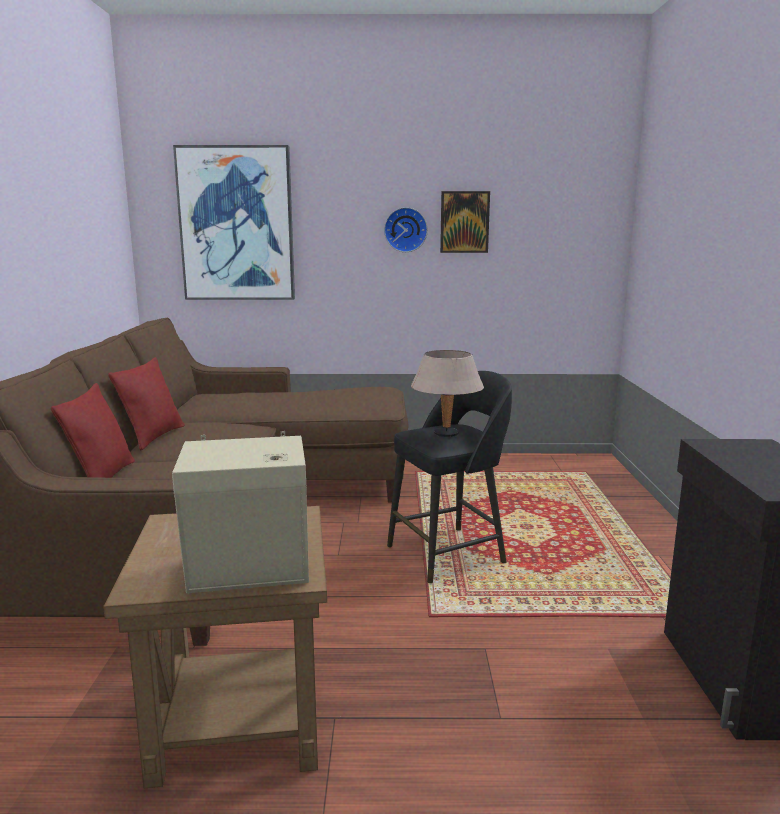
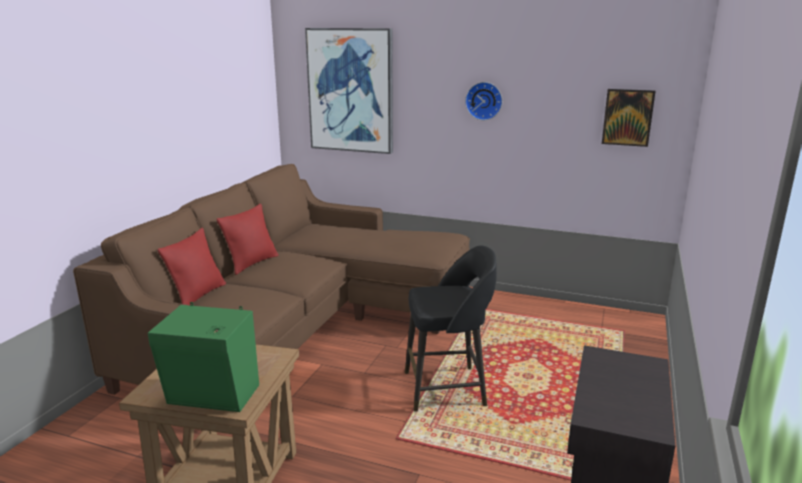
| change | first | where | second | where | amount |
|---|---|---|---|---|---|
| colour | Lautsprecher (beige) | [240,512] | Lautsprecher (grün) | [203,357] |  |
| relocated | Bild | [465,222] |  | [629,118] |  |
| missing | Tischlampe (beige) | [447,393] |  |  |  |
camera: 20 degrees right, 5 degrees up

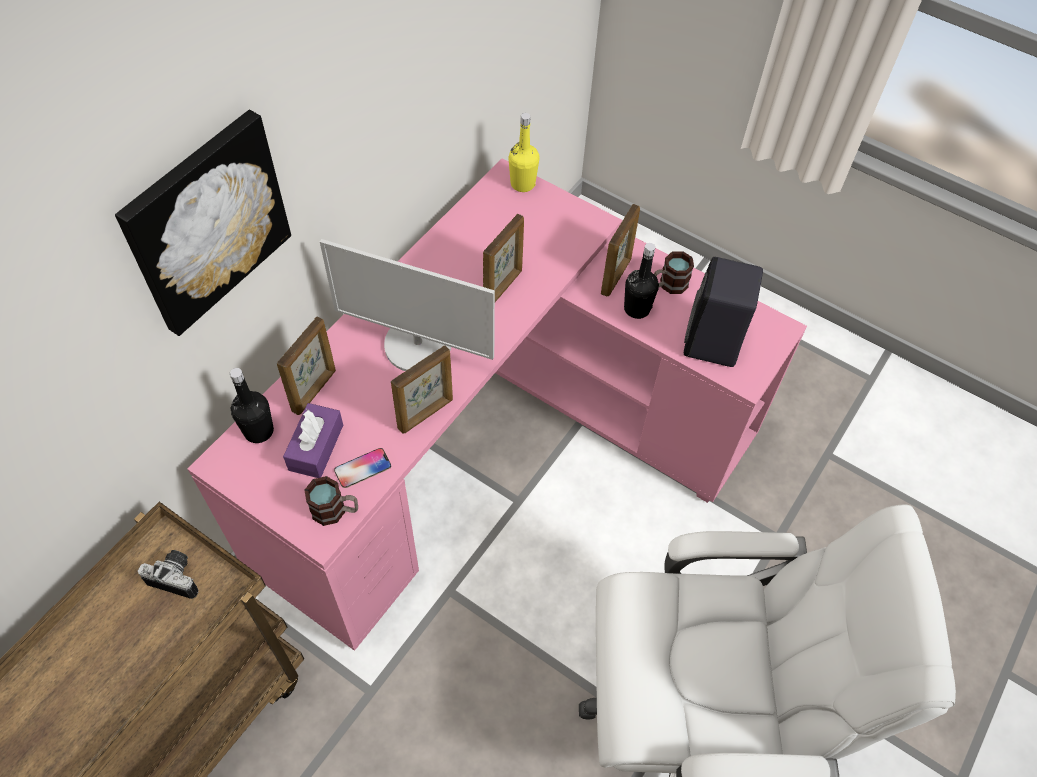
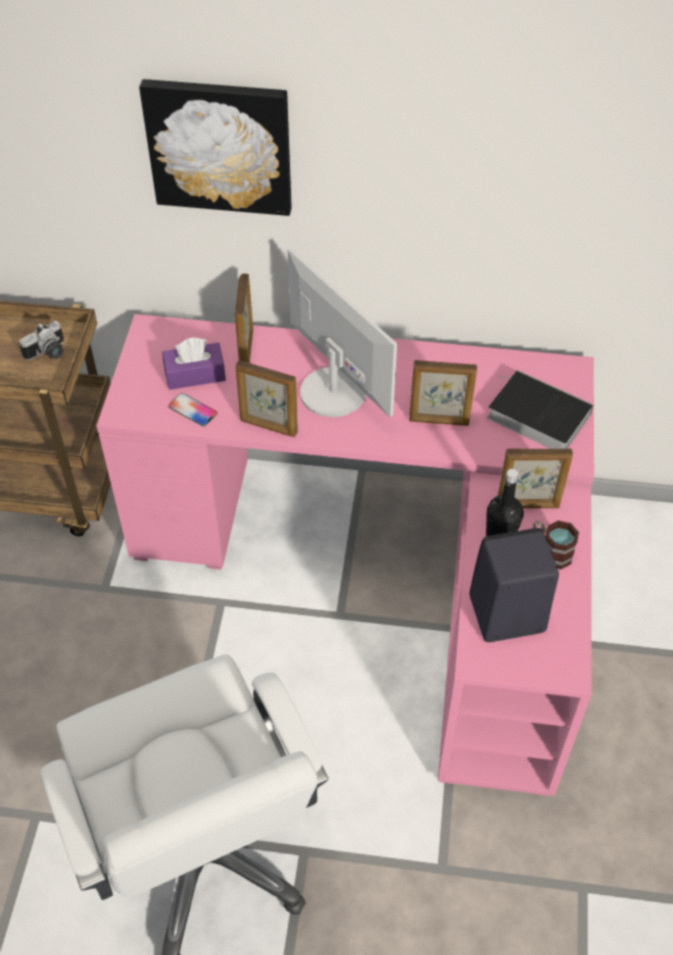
| change | first | where | second | where | amount |
|---|---|---|---|---|---|
| spun | Kamera | [168,574] |  | [41,340] | 60 degrees clockwise |
| spun | Bilderrahmen | [306,366] |  | [244,318] | 90 degrees clockwise |
| spun | Monitor | [407,305] |  | [342,332] | 150 degrees clockwise |
| appeared |  |  | Buch | [540,409] |  |
| missing | Flasche (schwarz) | [252,405] |  |  |  |
| missing | Henkelbecher | [331,501] |  |  |  |
| missing | Flasche (gelb) | [523,152] |  |  |  |
camera: 65 degrees right, 5 degrees down

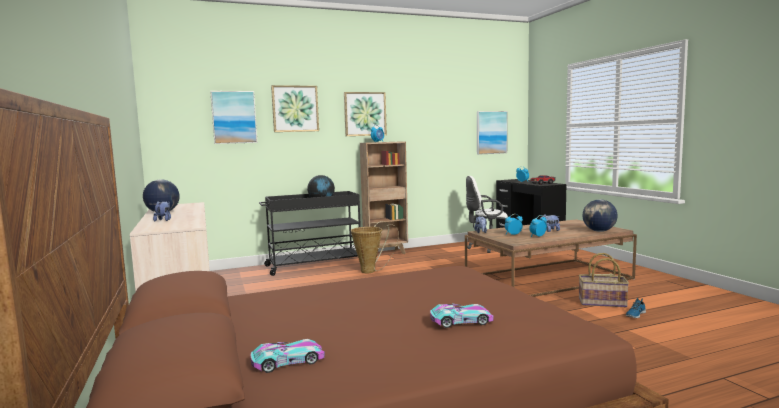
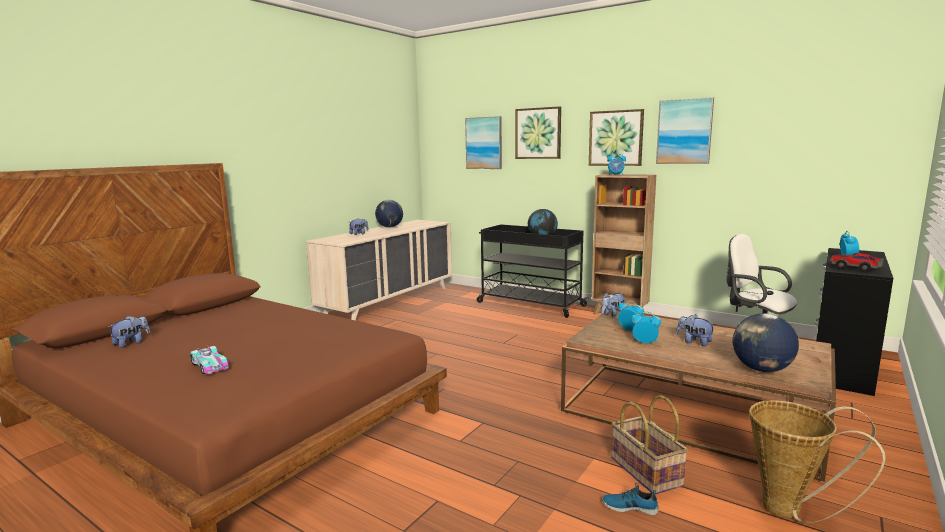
| change | first | where | second | where | amount |
|---|---|---|---|---|---|
| exchanged | Spielzeugauto | [288,356] | Plüschtier | [129,332] |  |
| relocated | Bild | [492,133] |  | [685,130] |  |
| relocated | Korb | [375,247] |  | [818,461] |  |
camera: 55 degrees right, 5 degrees up

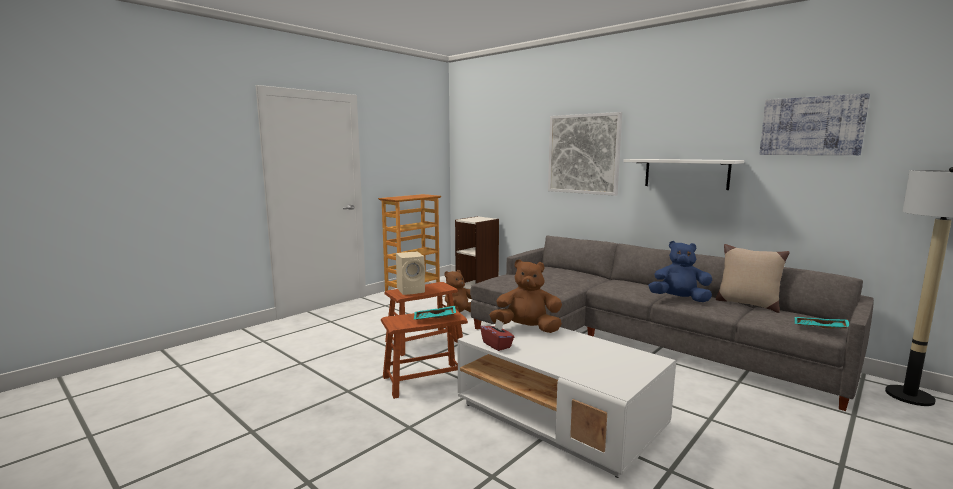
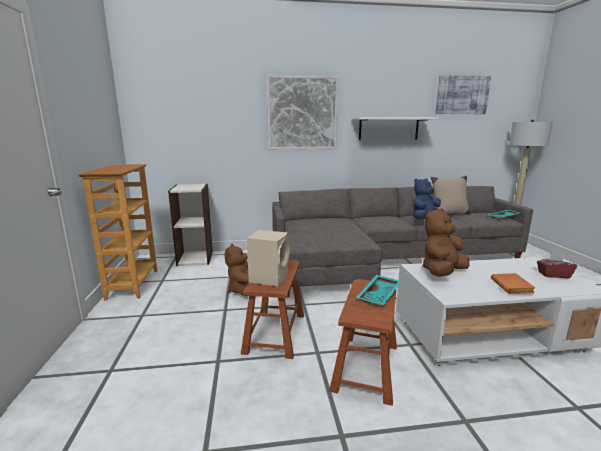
| change | first | where | second | where | amount |
|---|---|---|---|---|---|
| appeared |  |  | Buch (orange) | [513,283] |  |
| relocated | Taschentuchbox (rot) | [497,335] |  | [557,265] |  |
camera: 50 degrees left, 5 degrees up

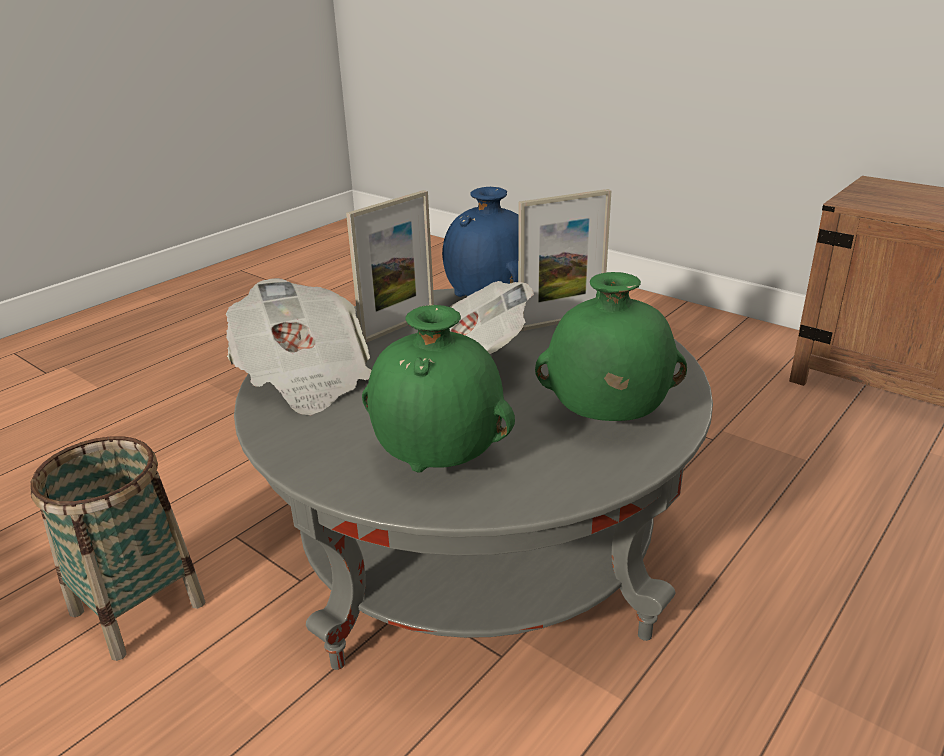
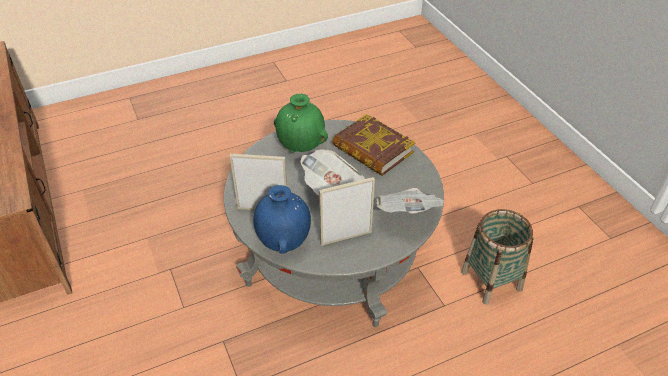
| change | first | where | second | where | amount |
|---|---|---|---|---|---|
| exchanged | Vase (grün) | [438,389] | Buch | [373,145] |  |
camera: 155 degrees left, 15 degrees up

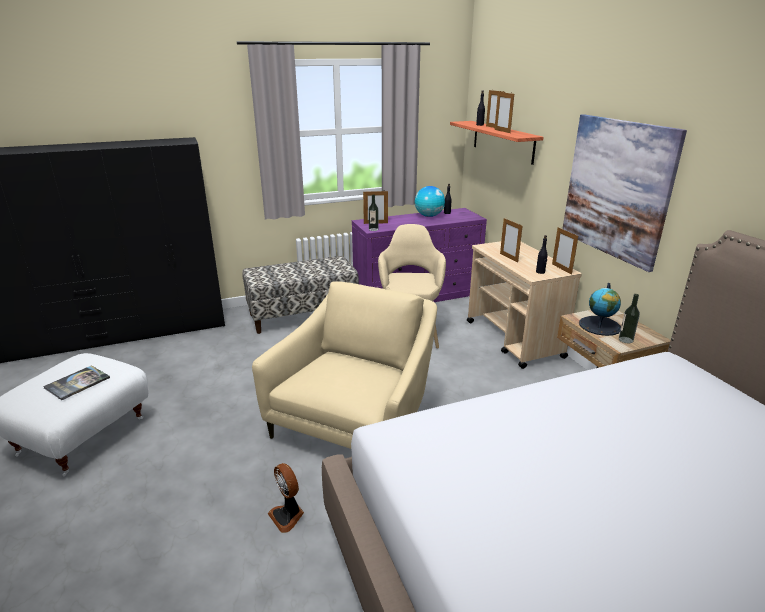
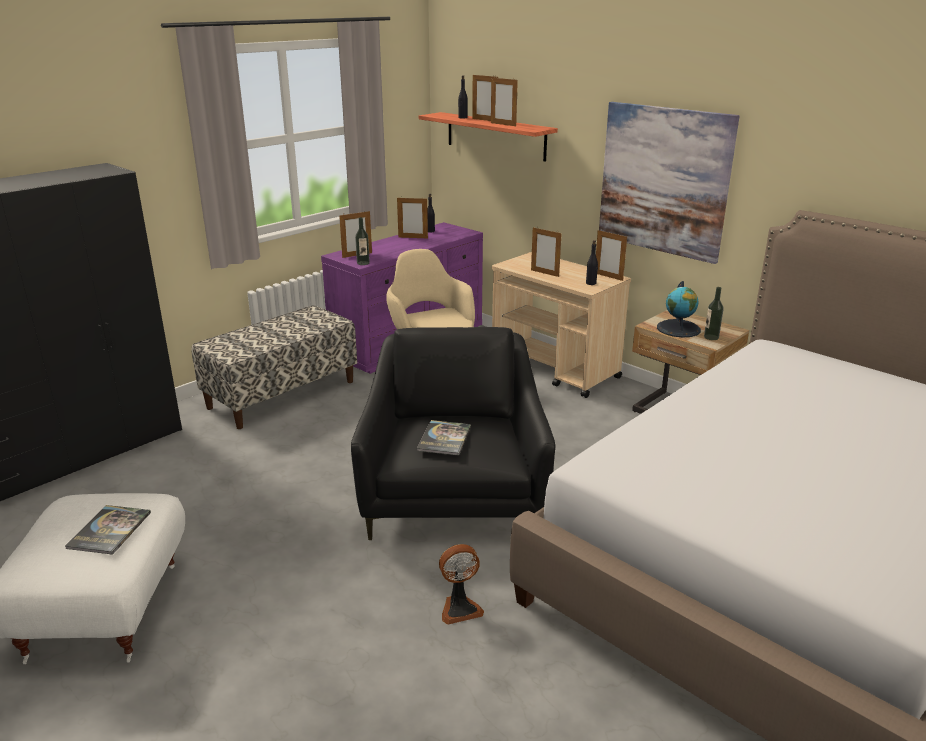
| change | first | where | second | where | amount |
|---|---|---|---|---|---|
| colour | Sessel (beige) | [344,365] | Sessel (schwarz) | [453,433] |  |
| exchanged | Globus | [430,201] | Bilderrahmen | [412,217] |  |
| appeared |  |  | Buch | [444,438] |  |
| spun | Ventilator | [286,498] |  | [461,584] | 45 degrees counterclockwise |
camera: 25 degrees left, 0 degrees up

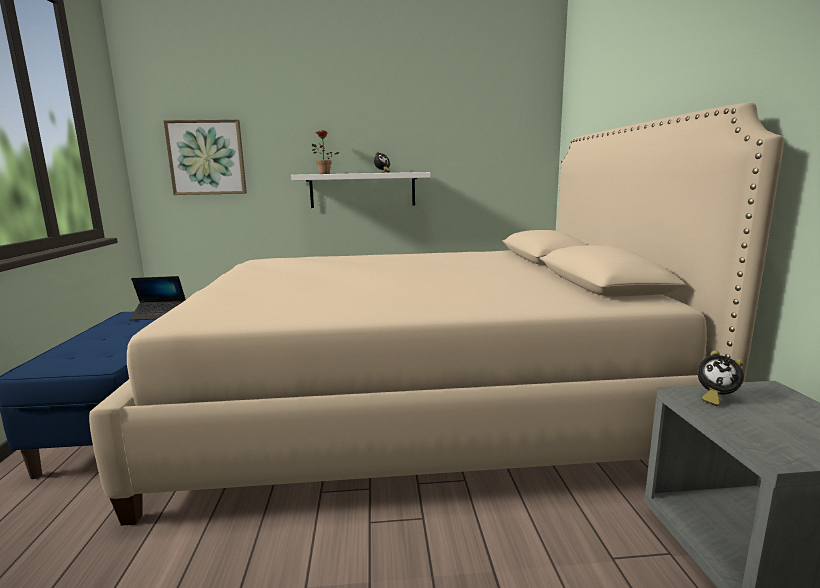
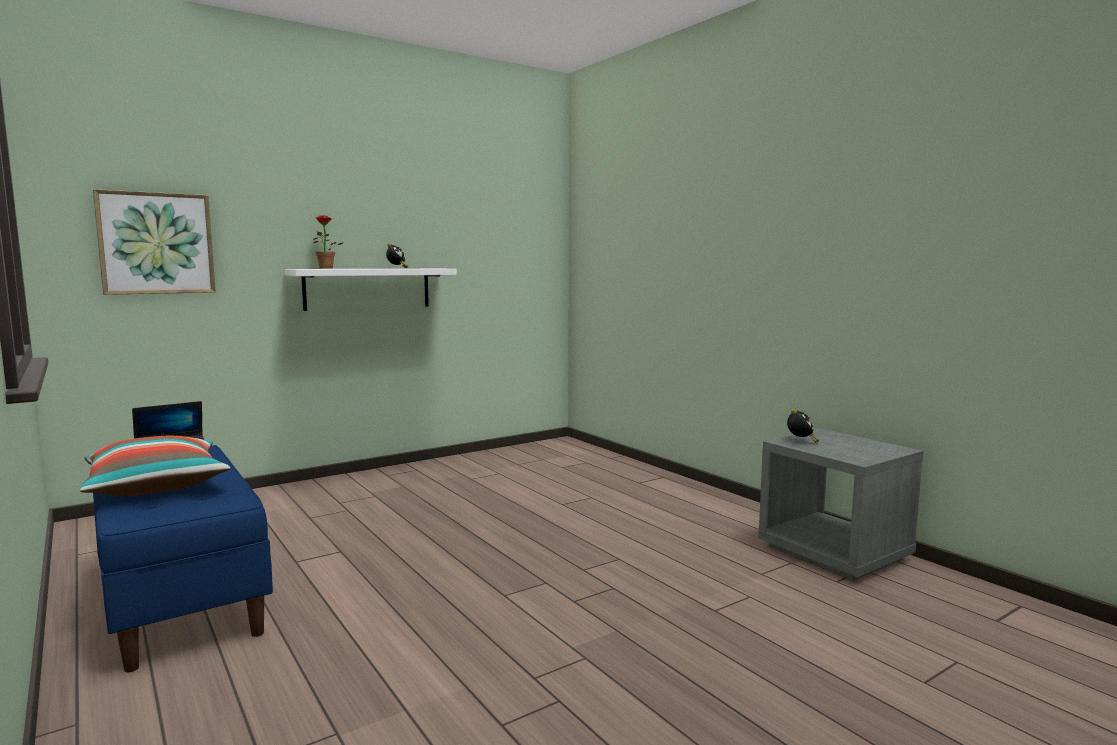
| change | first | where | second | where | amount |
|---|---|---|---|---|---|
| appeared |  |  | Kissen | [155,466] |  |
| spun | Wecker | [721,378] |  | [803,426] | 75 degrees counterclockwise |
| missing | Bett (beige) | [436,314] |  |  |  |
camera: 30 degrees left, 5 degrees down

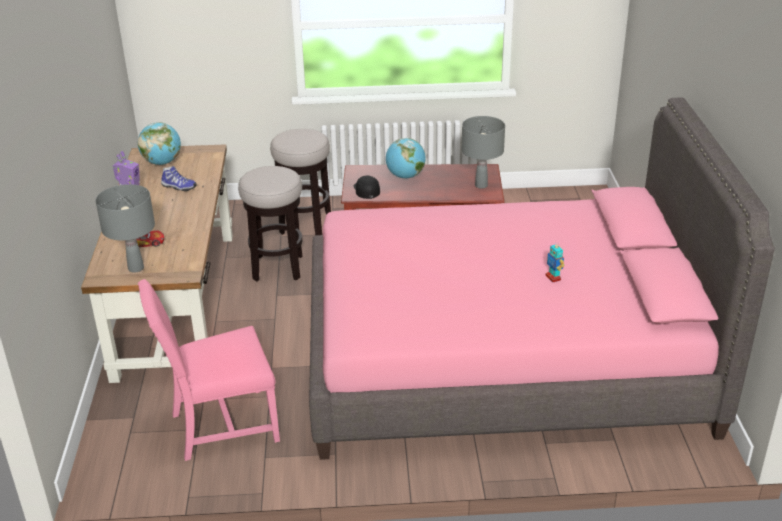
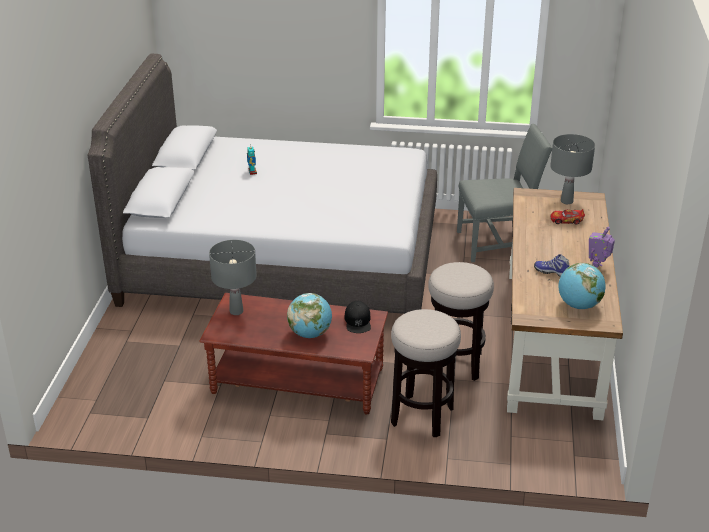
| change | first | where | second | where | amount |
|---|---|---|---|---|---|
| colour | Bett (rosa) | [542,278] | Bett (grau) | [262,184] |  |
| colour | Stuhl (rosa) | [209,370] | Stuhl (grau) | [504,193] |  |
camera: 170 degrees left, 0 degrees up

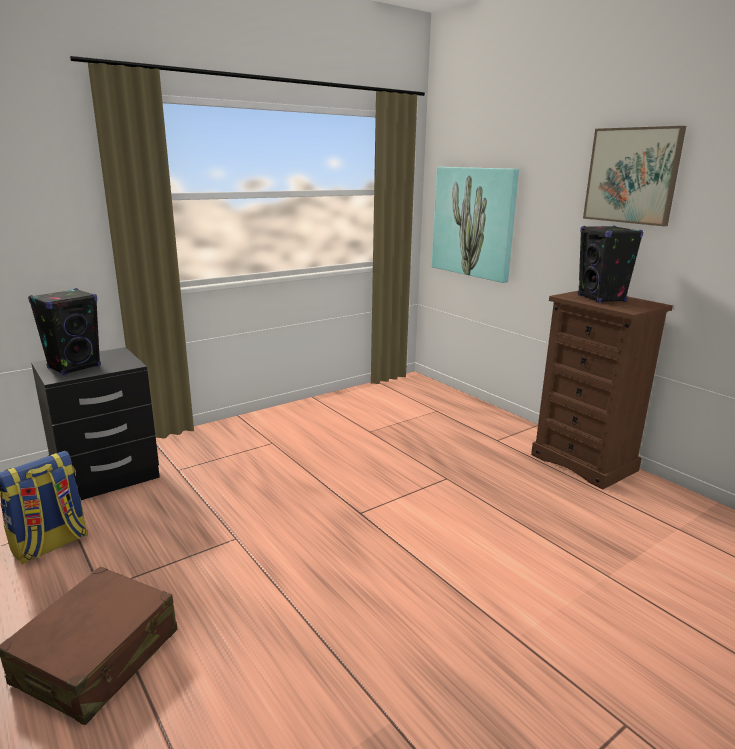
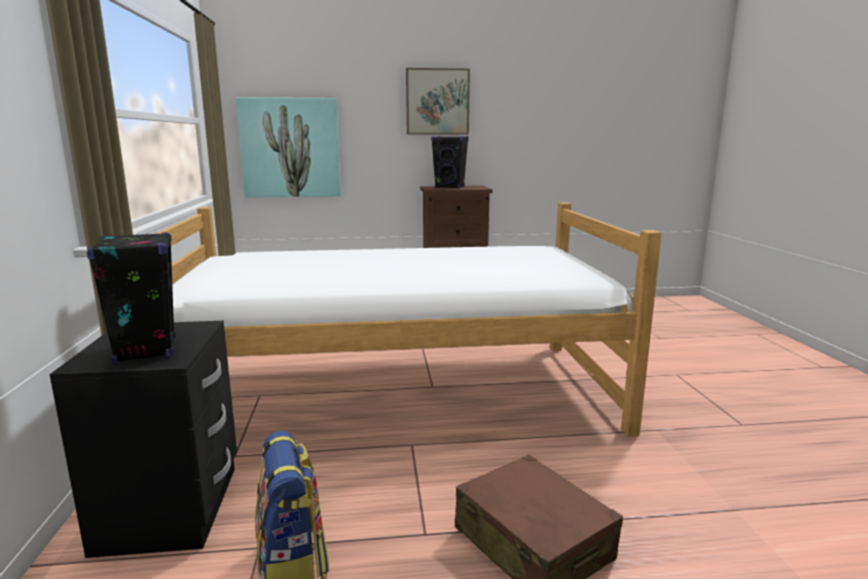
| change | first | where | second | where | amount |
|---|---|---|---|---|---|
| appeared |  |  | Bett | [408,319] |  |
camera: 60 degrees left, 5 degrees down

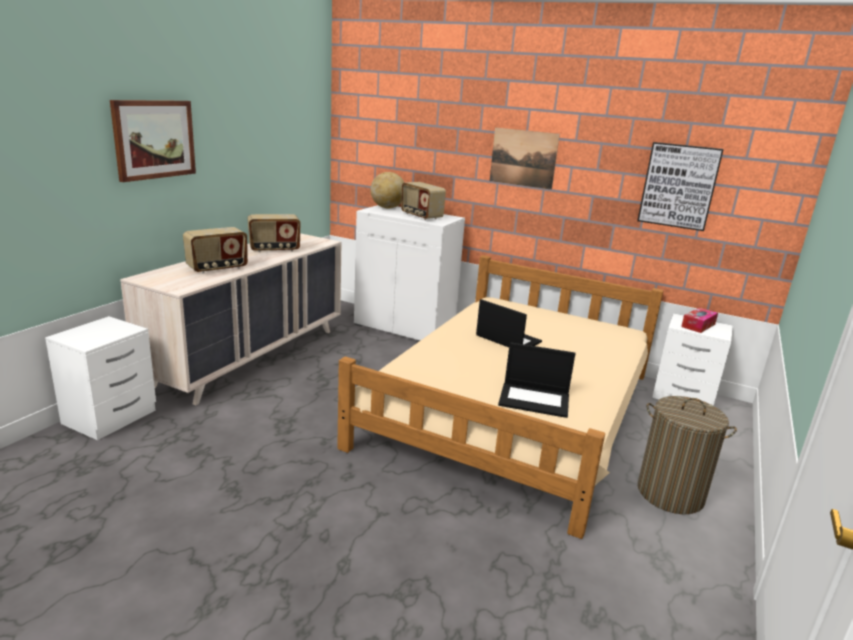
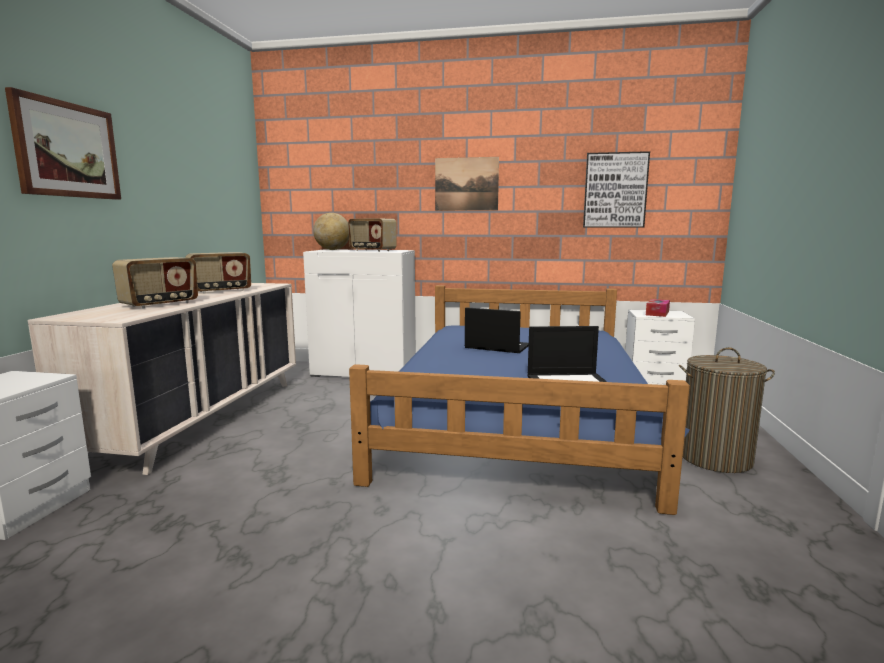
| change | first | where | second | where | amount |
|---|---|---|---|---|---|
| colour | Bett (beige) | [500,397] | Bett (blau) | [519,400] |  |
camera: 15 degrees left, 10 degrees down

